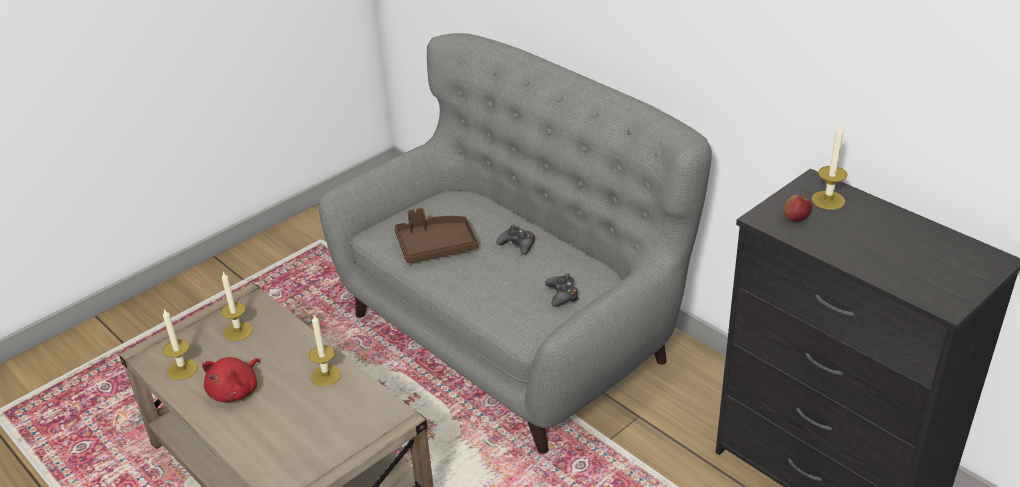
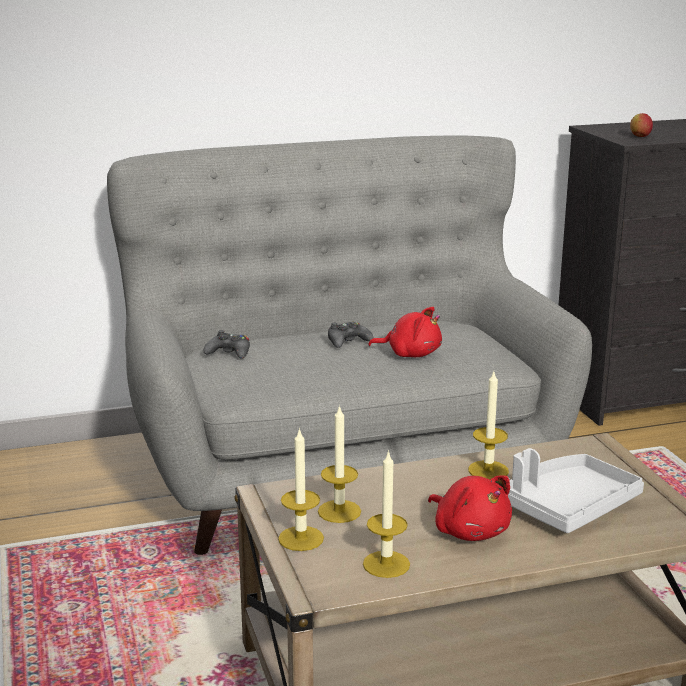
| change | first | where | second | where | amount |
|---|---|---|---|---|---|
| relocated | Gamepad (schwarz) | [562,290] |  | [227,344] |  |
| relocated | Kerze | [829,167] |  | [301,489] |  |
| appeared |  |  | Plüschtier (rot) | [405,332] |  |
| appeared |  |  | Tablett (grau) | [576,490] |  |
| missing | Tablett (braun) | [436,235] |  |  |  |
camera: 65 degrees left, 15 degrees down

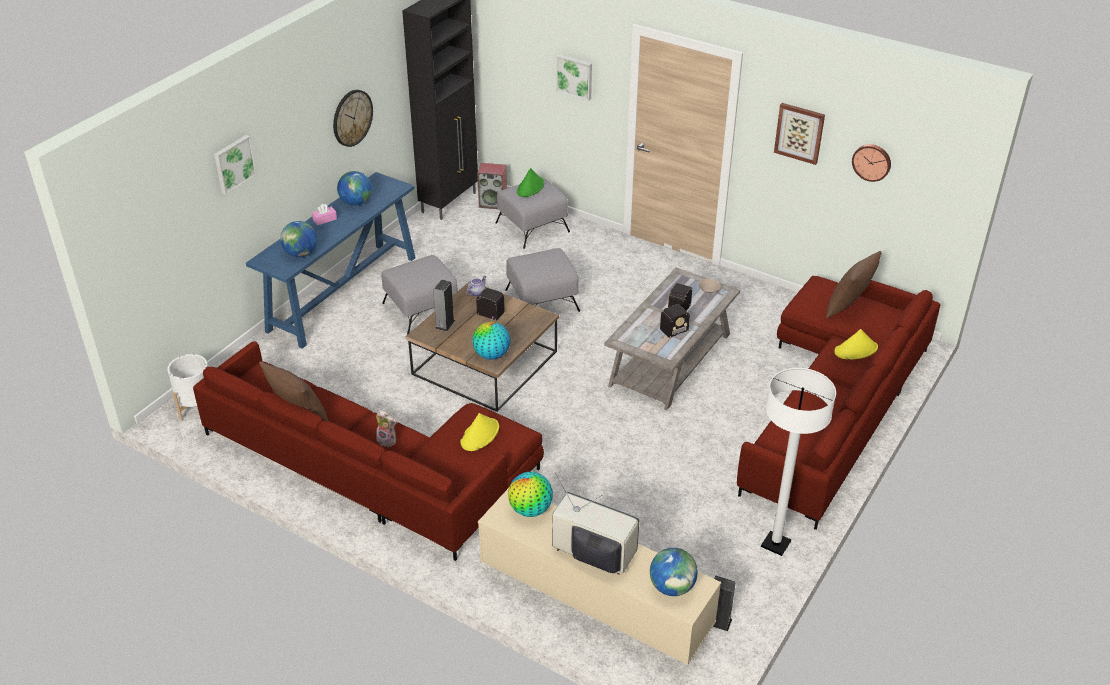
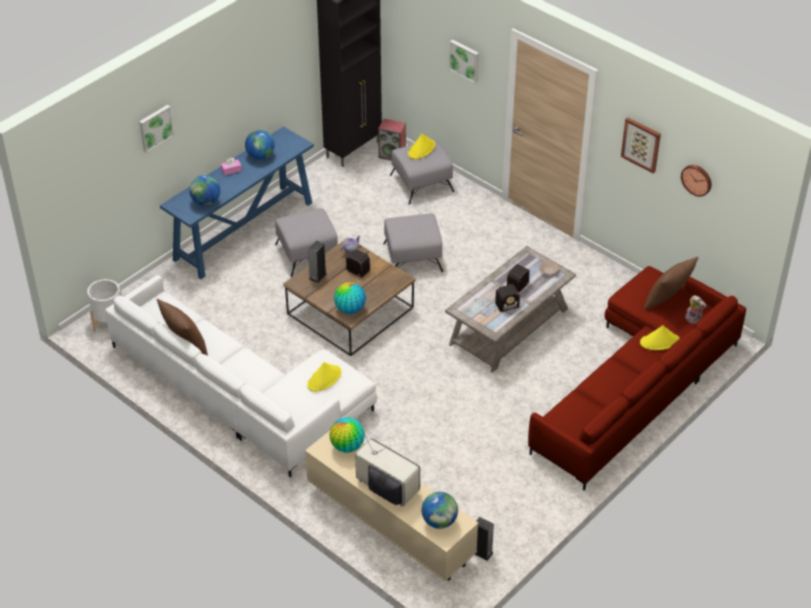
| change | first | where | second | where | amount |
|---|---|---|---|---|---|
| colour | Sofa (rot) | [368,451] | Sofa (weiß) | [241,376] |  |
| colour | Hut (grün) | [530,182] | Hut (gelb) | [421,146] |  |
| relocated | Plüschtier | [386,428] |  | [695,310] |  |
| missing | Wanduhr | [353,118] |  |  |  |
| missing | Stehlampe (weiß) | [798,462] |  |  |  |
camera: 10 degrees right, 5 degrees up

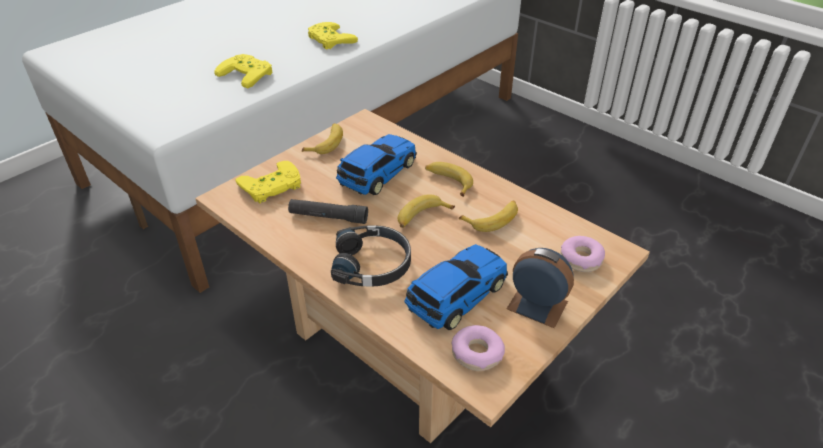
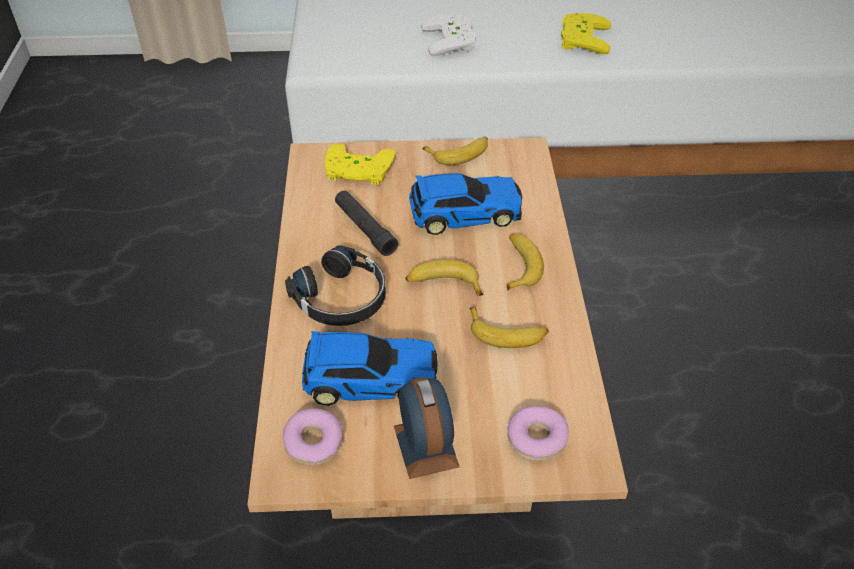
| change | first | where | second | where | amount |
|---|---|---|---|---|---|
| colour | Gamepad (gelb) | [243,71] | Gamepad (weiß) | [448,35] |  |
camera: 45 degrees right, 5 degrees up

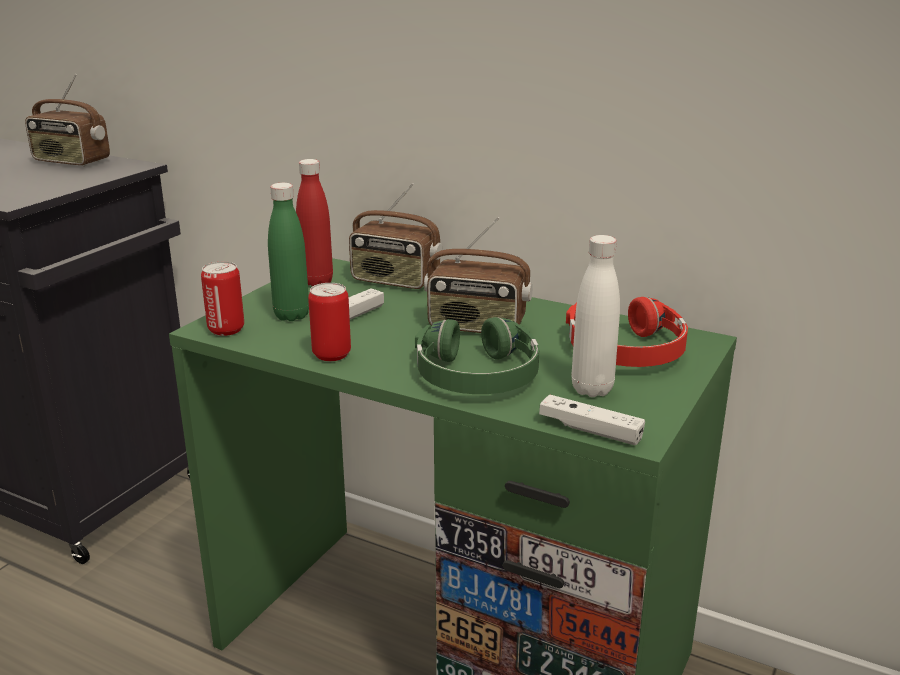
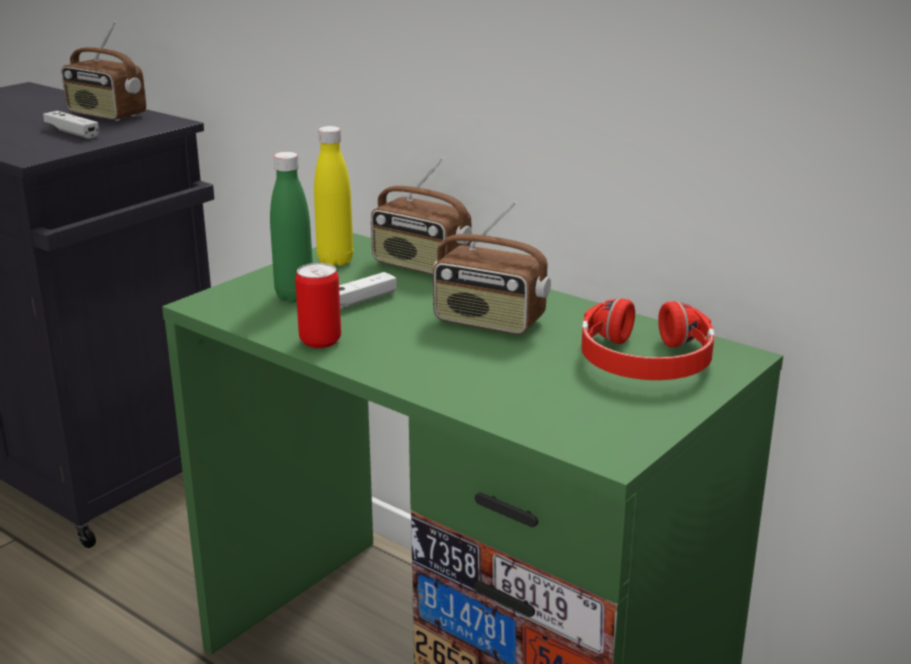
| change | first | where | second | where | amount |
|---|---|---|---|---|---|
| relocated | Gamepad (weiß) | [592,420] |  | [71,125] |  |
| colour | Flasche (rot) | [314,223] | Flasche (gelb) | [333,196] |  |
| missing | Dose | [222,299] |  |  |  |
| missing | Kopfhörer (grün) | [477,355] |  |  |  |
| missing | Flasche (weiß) | [596,316] |  |  |  |
camera: 10 degrees right, 0 degrees up

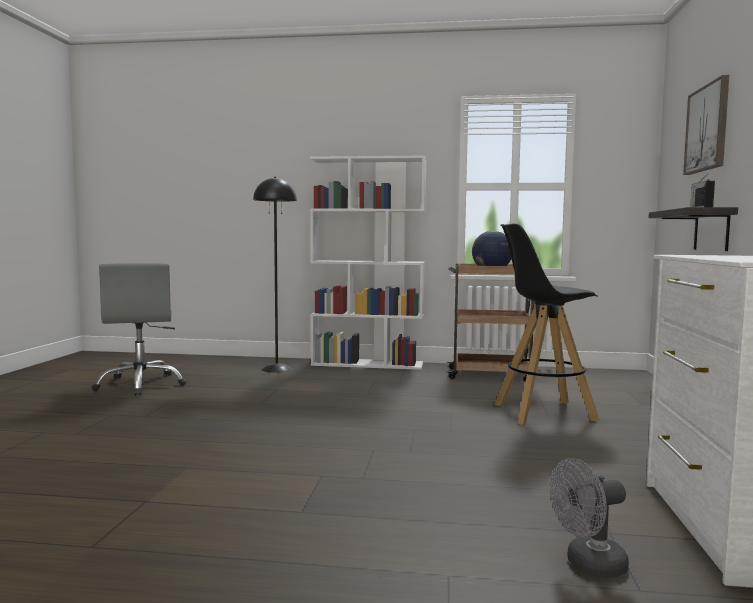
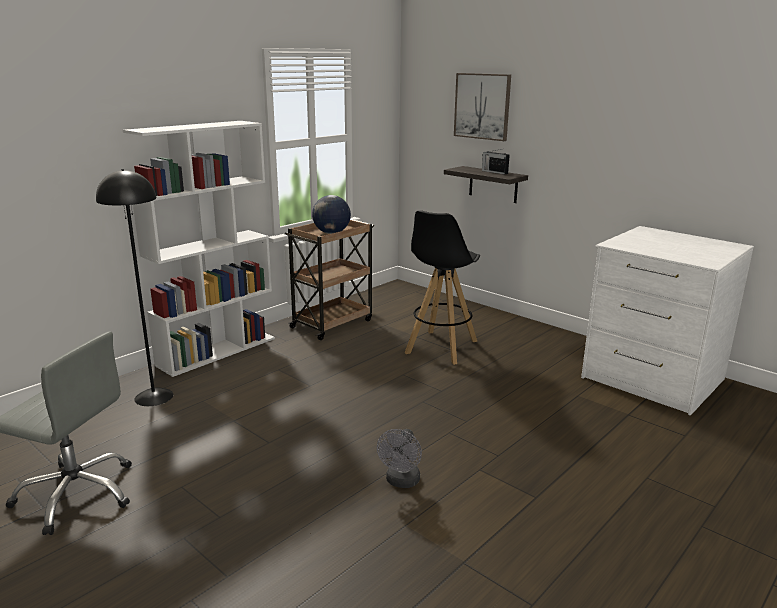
| change | first | where | second | where | amount |
|---|---|---|---|---|---|
| relocated | Ventilator (grau) | [589,518] |  | [399,458] |  |
camera: 55 degrees left, 15 degrees up

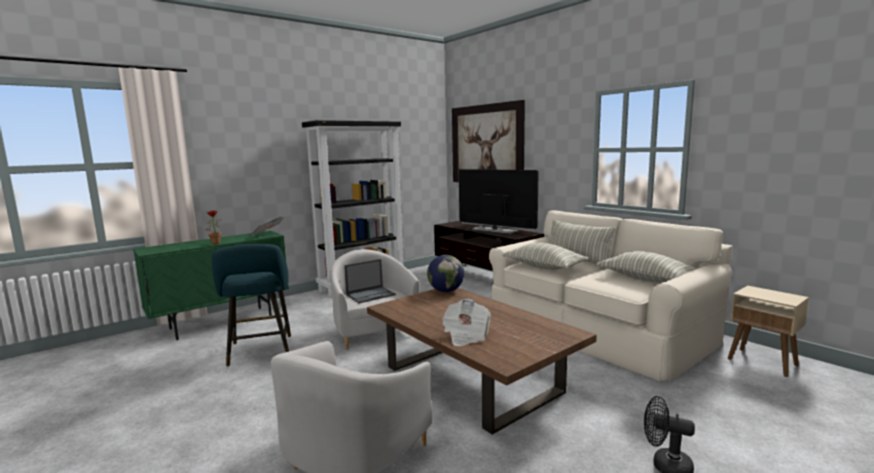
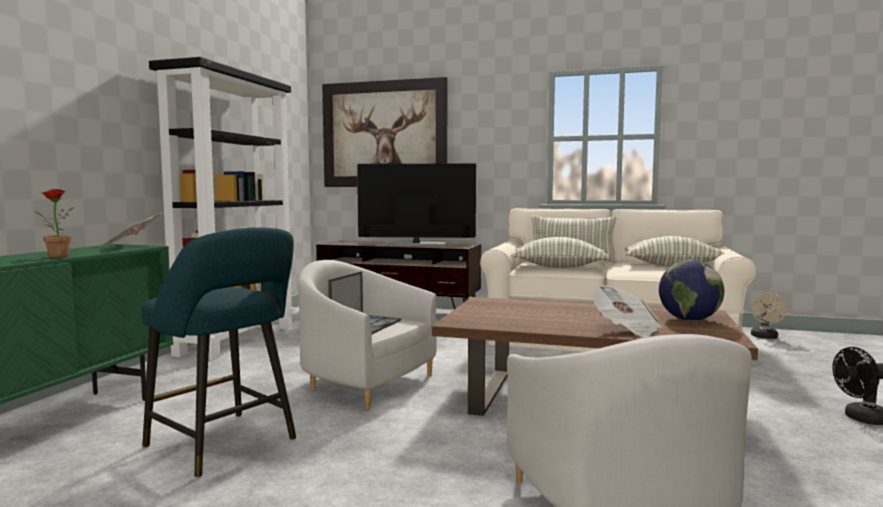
| change | first | where | second | where | amount |
|---|---|---|---|---|---|
| relocated | Globus | [445,273] |  | [691,290] |  |
| exchanged | Beistelltisch (beige) | [768,331] | Ventilator (beige) | [769,315] |  |
camera: 35 degrees left, 5 degrees down

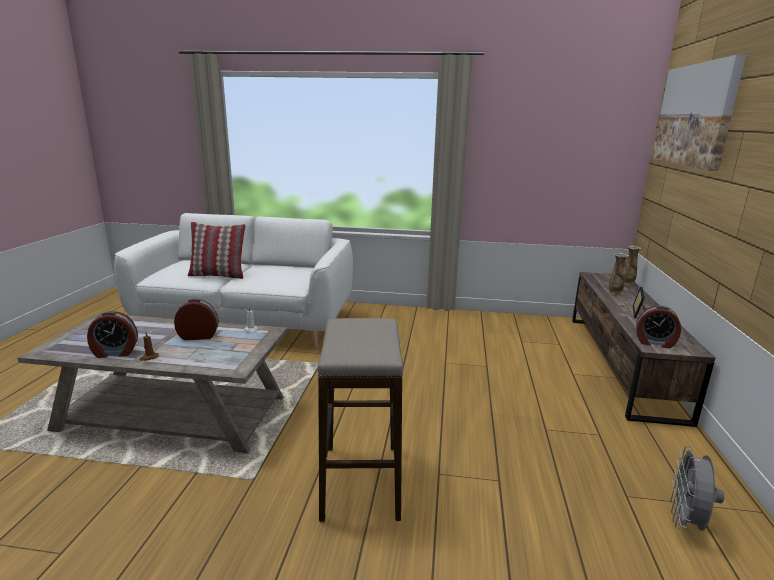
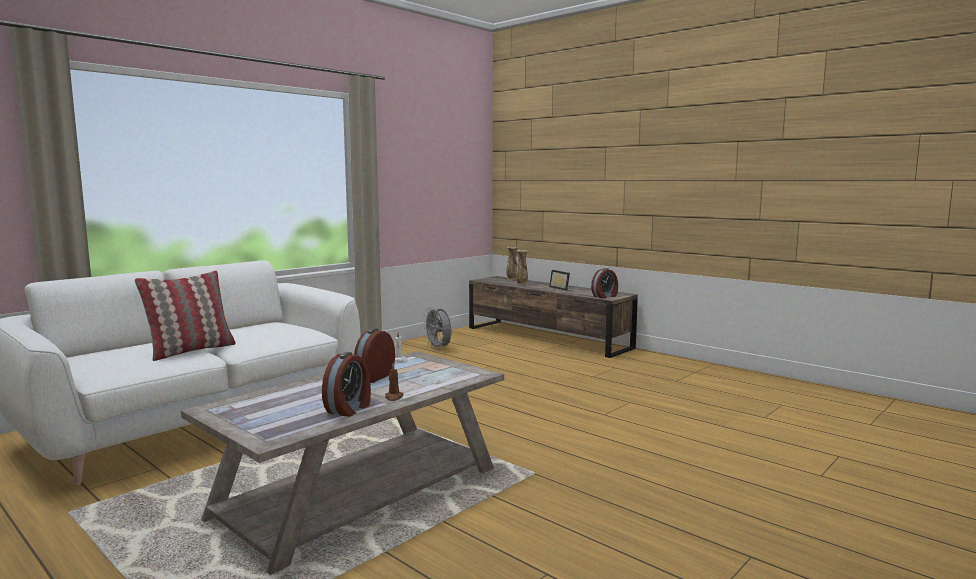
| change | first | where | second | where | amount |
|---|---|---|---|---|---|
| relocated | Ventilator (grau) | [697,488] |  | [437,328] |  |
| missing | Hocker | [360,420] |  |  |  |
| missing | Bild | [699,113] |  |  |  |
camera: 55 degrees left, 10 degrees down

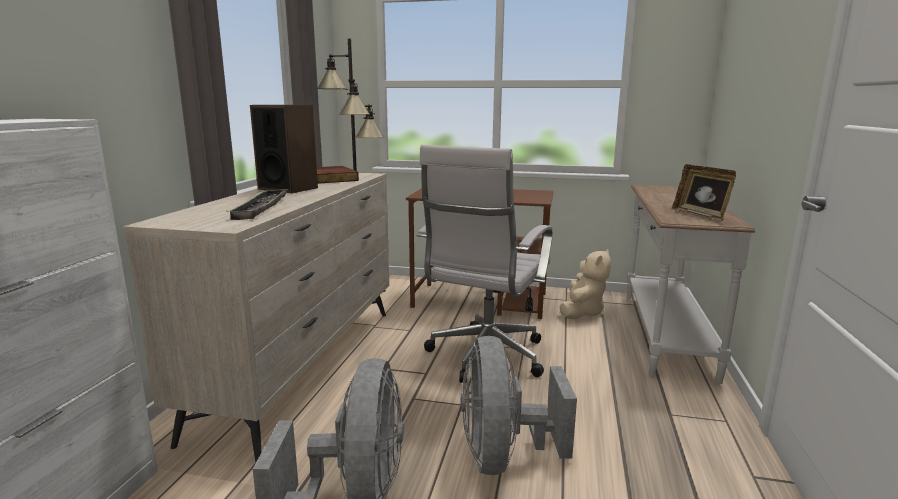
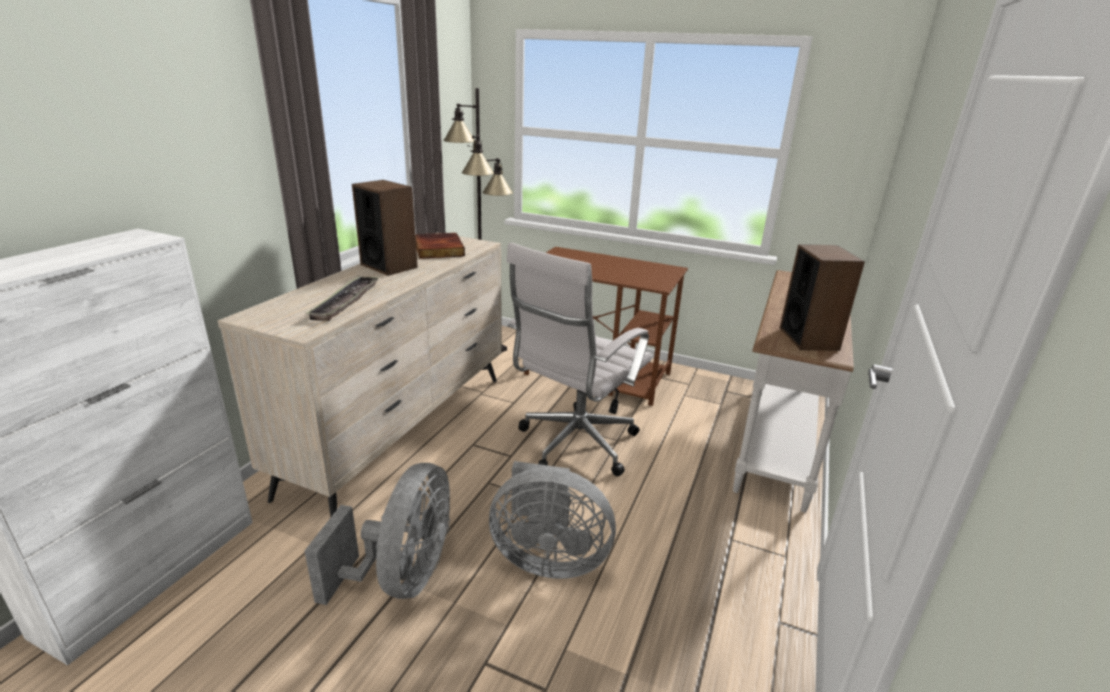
| change | first | where | second | where | amount |
|---|---|---|---|---|---|
| spun | Ventilator (grau) | [519,405] |  | [552,520] | 90 degrees counterclockwise |
| exchanged | Bilderrahmen | [704,193] | Lautsprecher | [822,297] |  |
| missing | Plüschtier (beige) | [585,284] |  |  |  |
camera: 10 degrees right, 10 degrees up

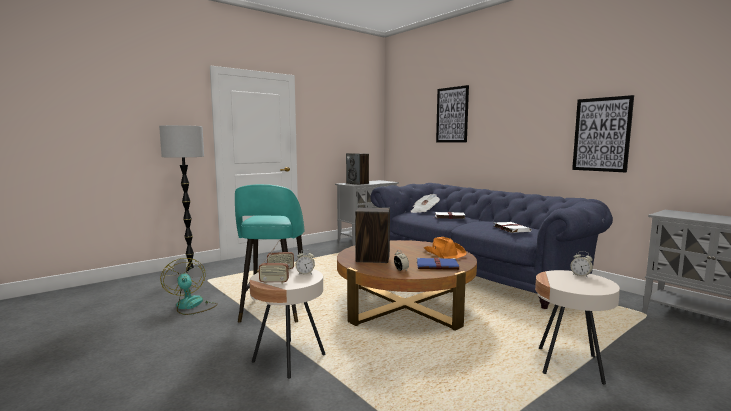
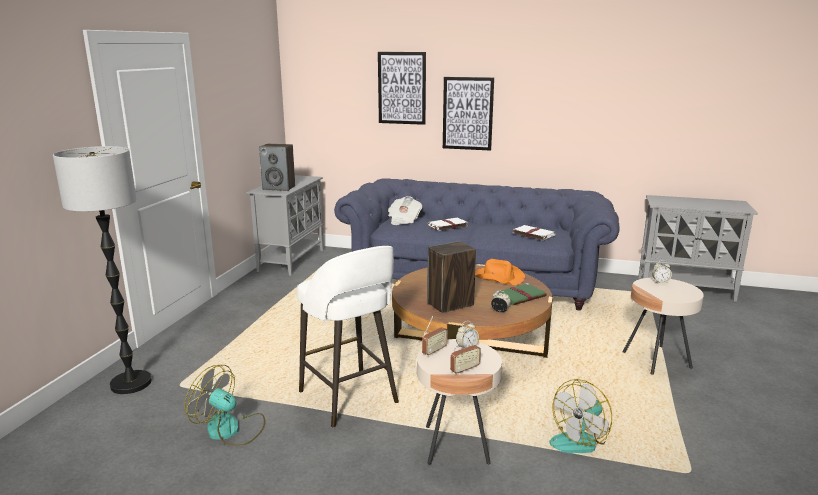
| change | first | where | second | where | amount |
|---|---|---|---|---|---|
| colour | Hocker (türkis) | [269,253] | Hocker (weiß) | [348,337] |  |
| relocated | Bild | [603,133] |  | [468,114] |  |
| colour | Buch (blau) | [438,263] | Buch (grün) | [521,294] |  |
| appeared |  |  | Ventilator | [581,416] |  |
camera: 35 degrees left, 10 degrees up

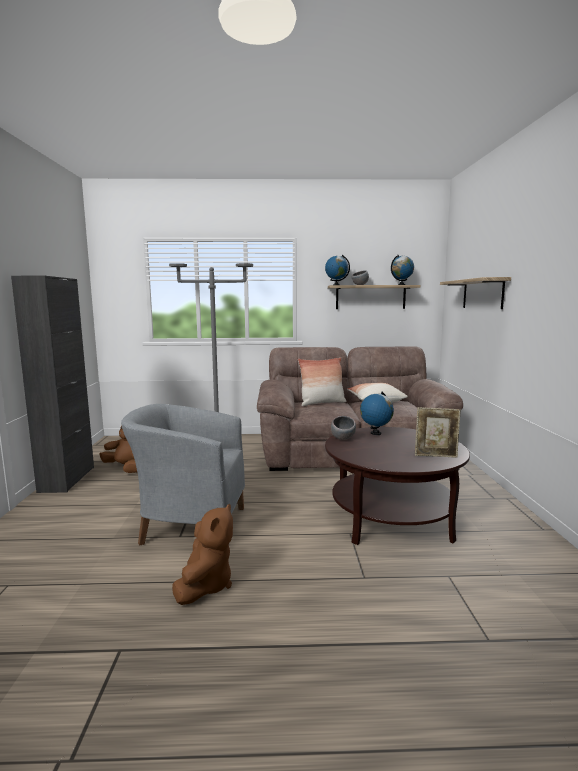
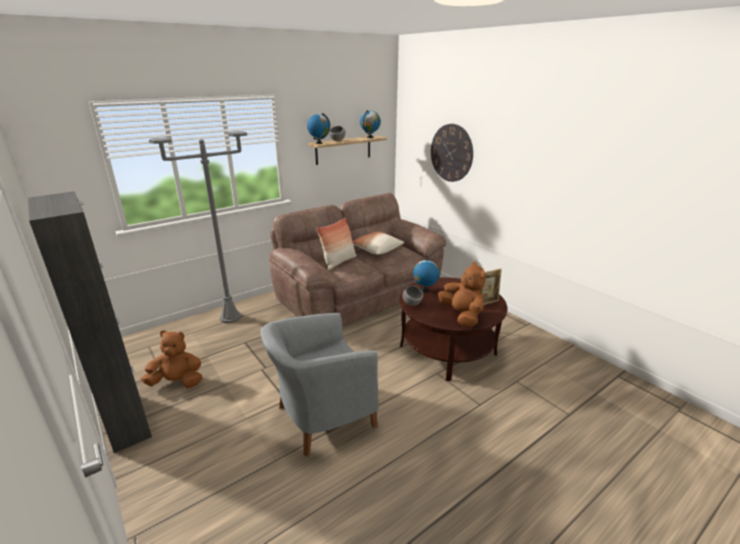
| change | first | where | second | where | amount |
|---|---|---|---|---|---|
| exchanged | Wandregal | [475,293] | Wanduhr | [452,153] |  |
| relocated | Plüschtier (braun) | [202,554] |  | [462,294] |  |
camera: 35 degrees left, 15 degrees up

